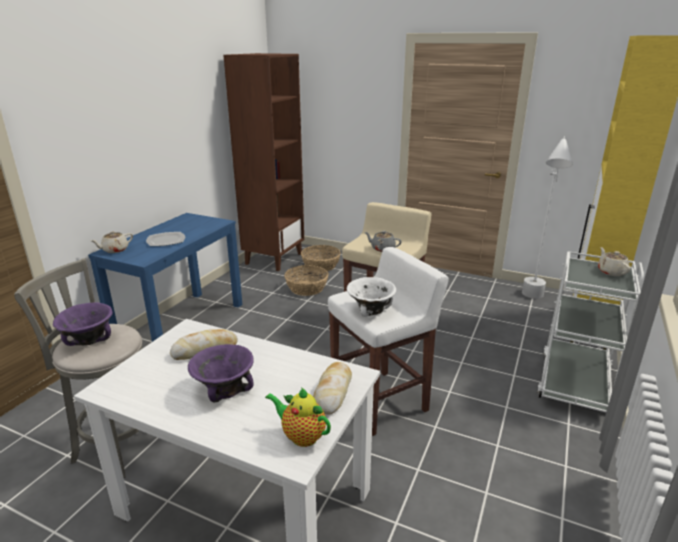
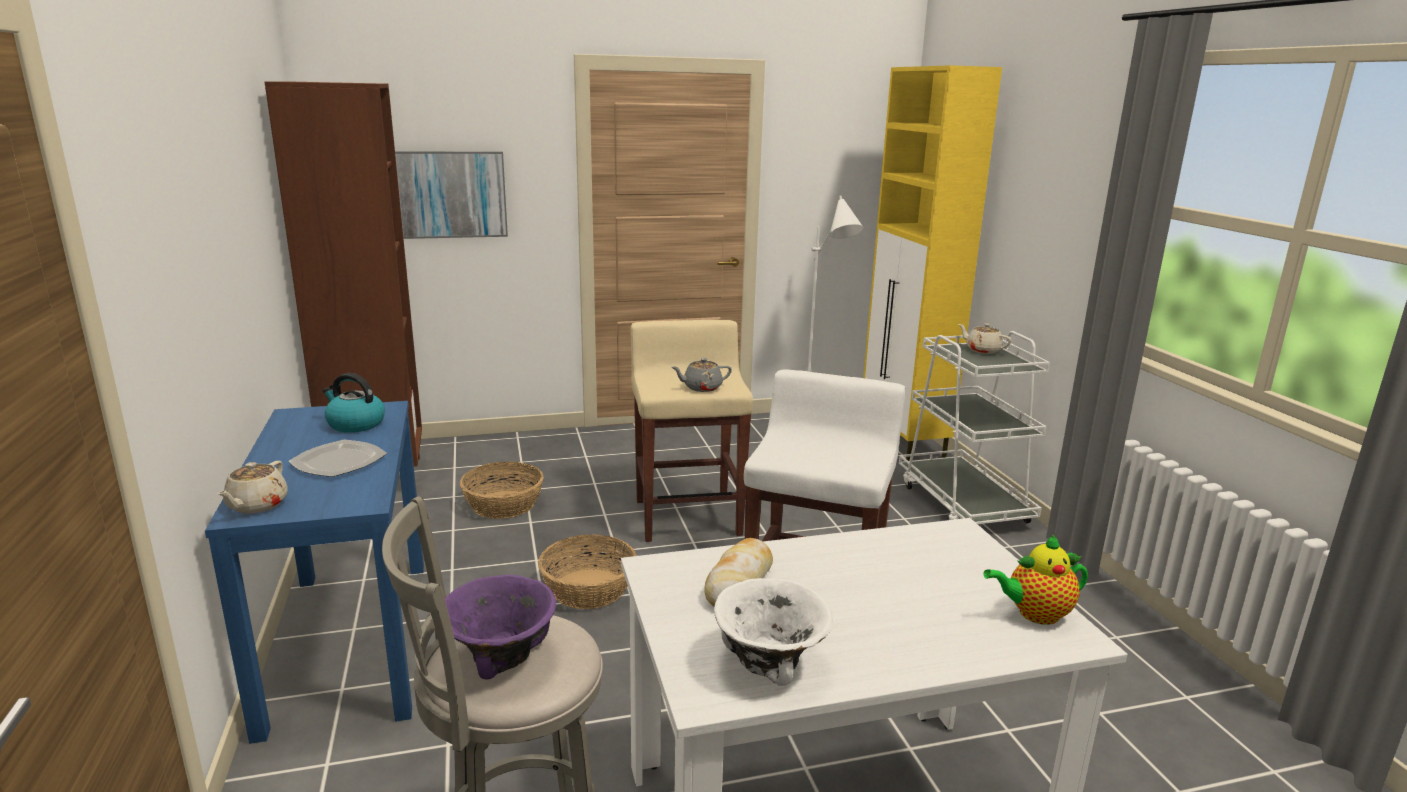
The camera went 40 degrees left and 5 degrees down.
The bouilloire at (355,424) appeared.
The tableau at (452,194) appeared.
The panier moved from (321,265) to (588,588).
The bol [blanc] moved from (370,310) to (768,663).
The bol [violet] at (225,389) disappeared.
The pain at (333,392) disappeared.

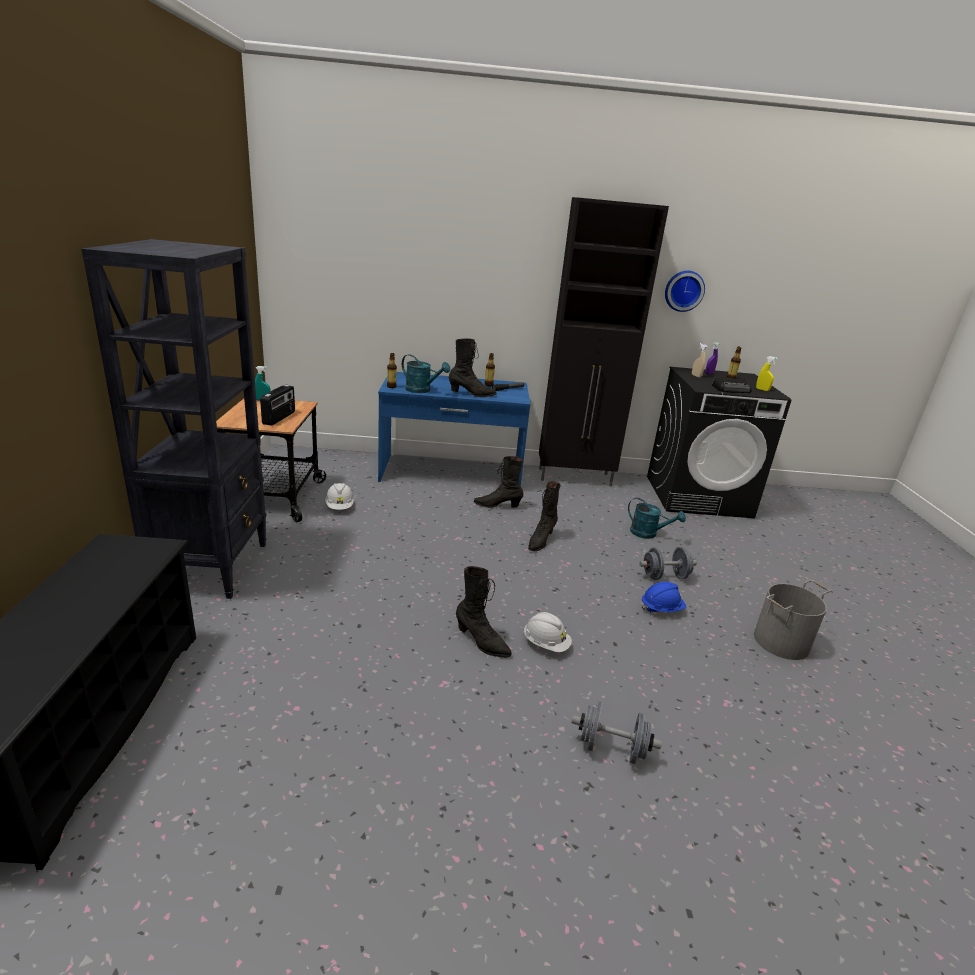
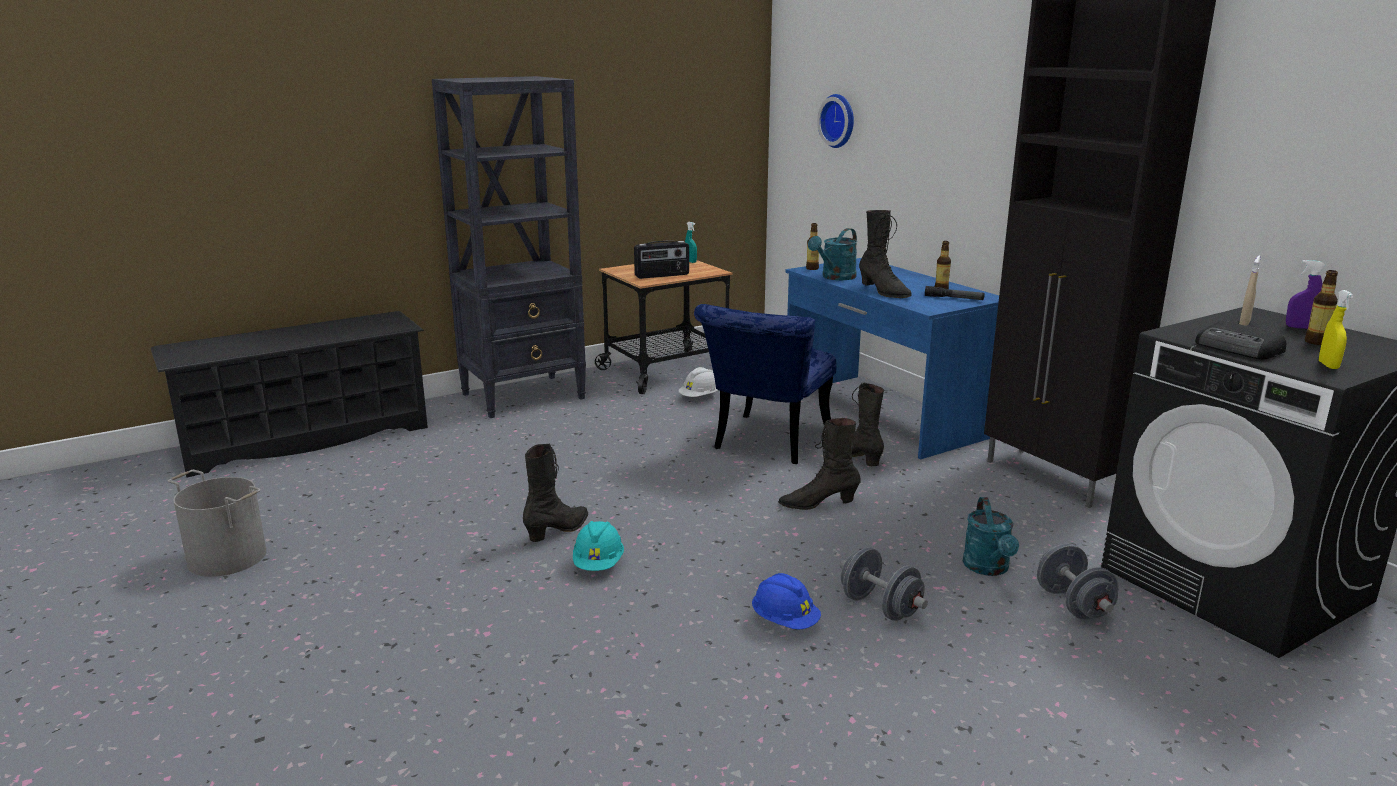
The camera went 60 degrees right and 5 degrees down.
The seau [gris] moved from (782,642) to (226,558).
The botte [noir] at (481,642) turned 150 degrees counterclockwise.
The casque de chantier [blanc] at (546,644) became the casque de chantier [turquoise] at (598,564).
The chaise [bleu] at (766,444) appeared.
The arrosoir [turquoise] at (422,390) turned 45 degrees clockwise.
The horloge murale moved from (683,290) to (839,120).
The haltère [gris] moved from (611,749) to (1073,604).

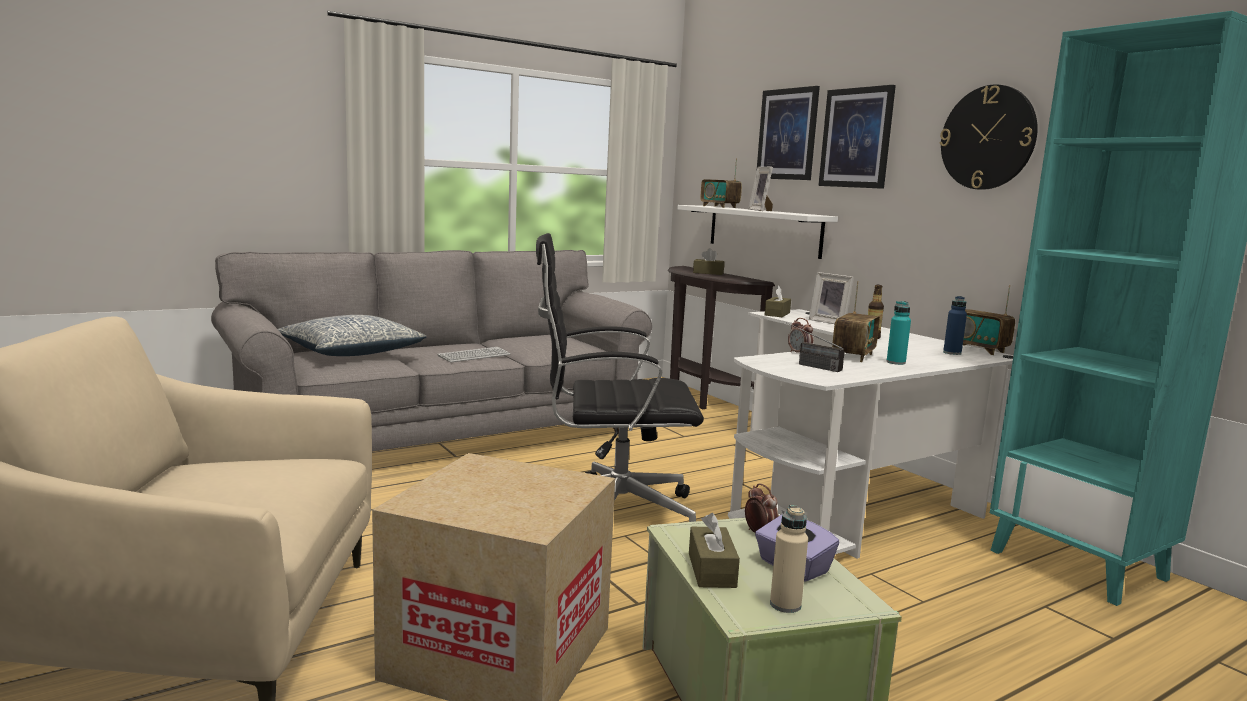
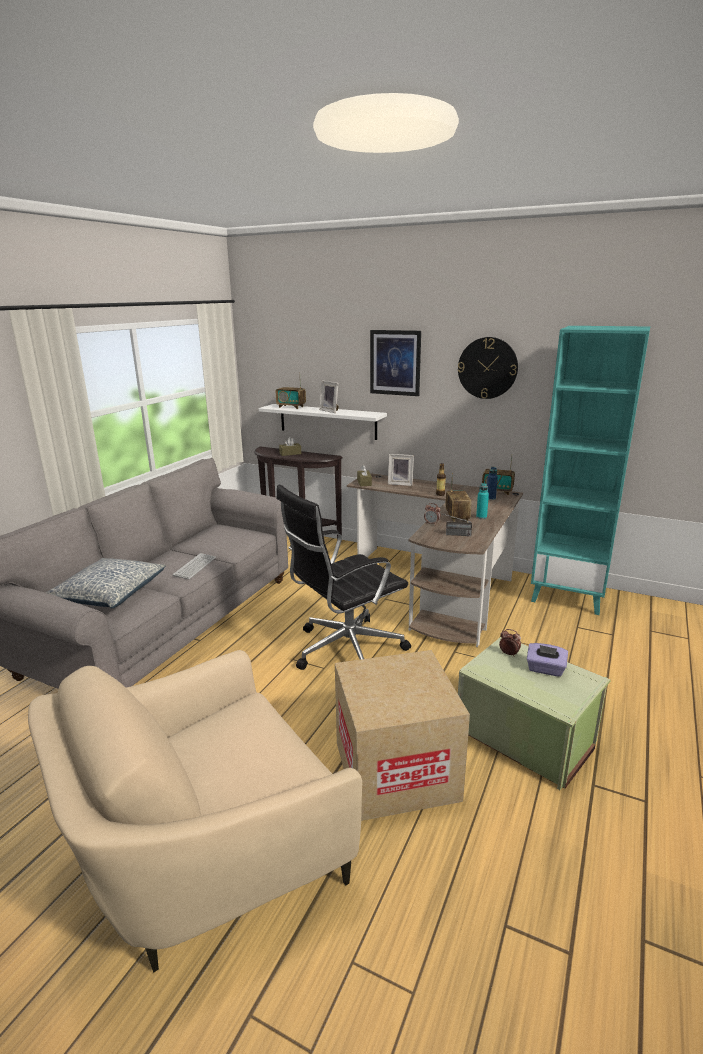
The camera went 30 degrees left and 10 degrees up.
The bureau [blanc] at (847,494) became the bureau [marron] at (441,587).
The boîte à mouchoirs [marron] at (711,570) disappeared.
The tableau at (787,134) disappeared.
The bouteille [beige] at (785,605) disappeared.

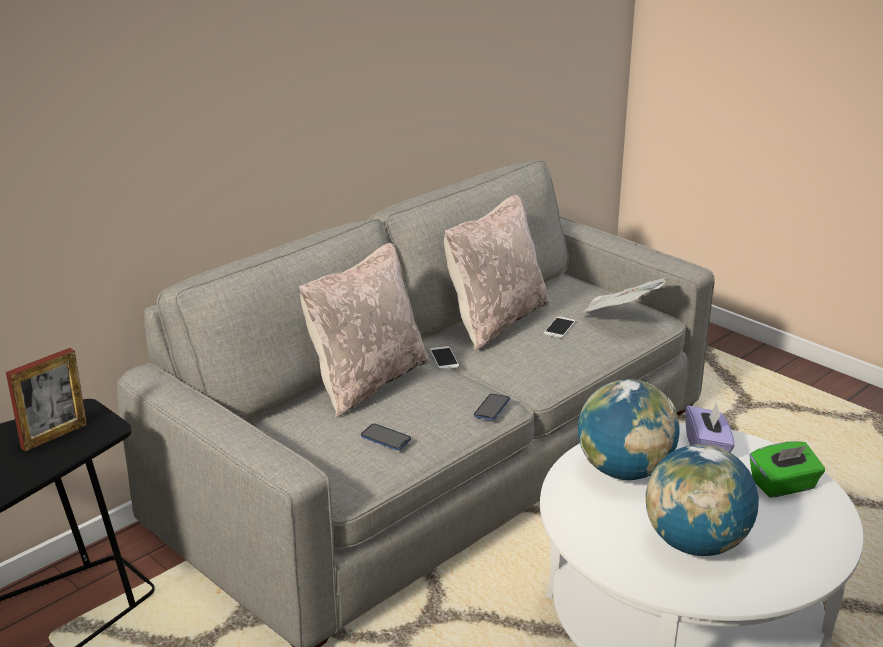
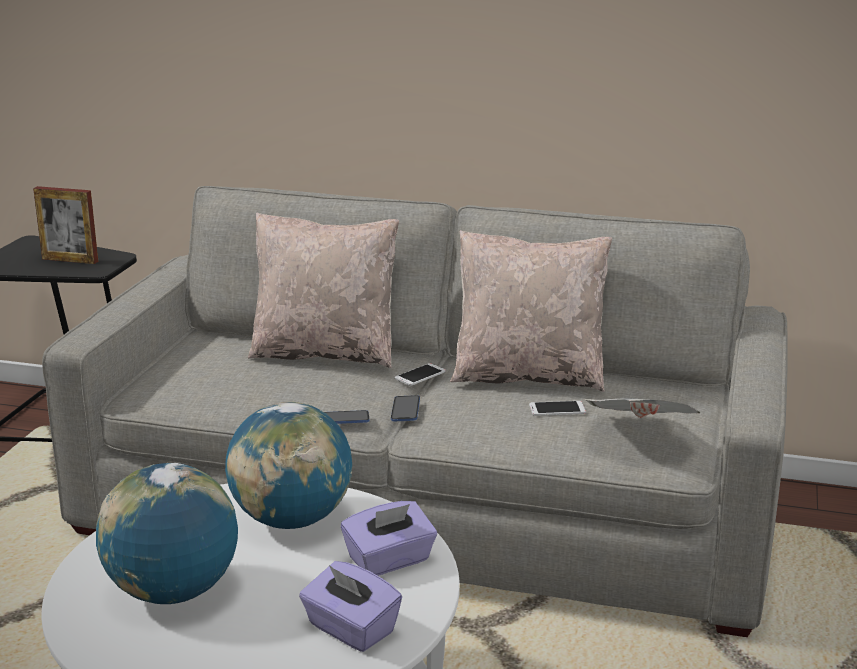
The camera went 60 degrees right and 5 degrees down.
The boîte à mouchoirs [vert] at (783,486) became the boîte à mouchoirs [violet] at (350,629).
The téléphone moved from (385,438) to (405,410).

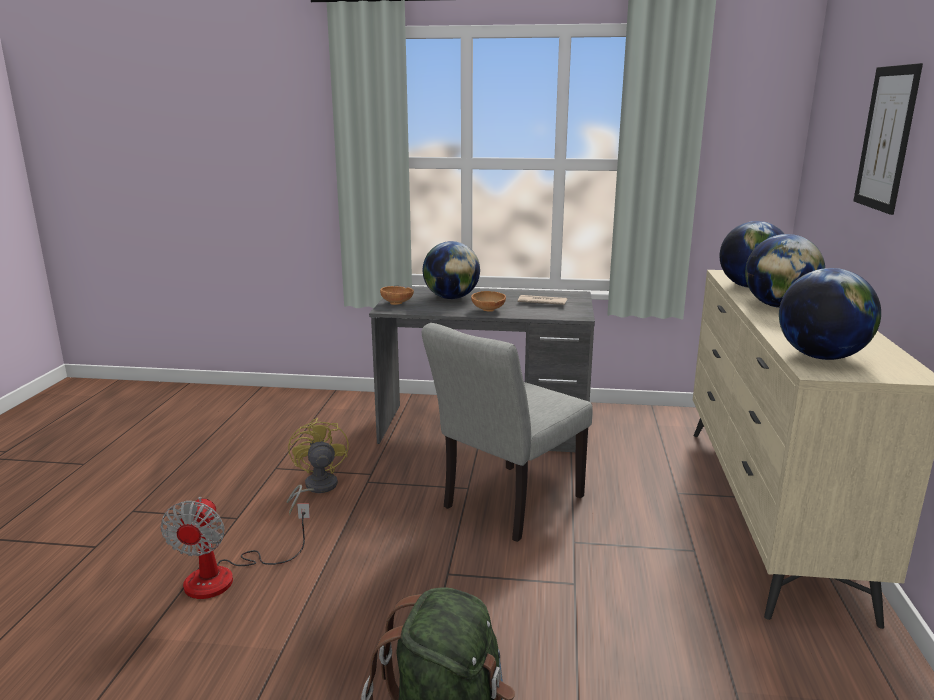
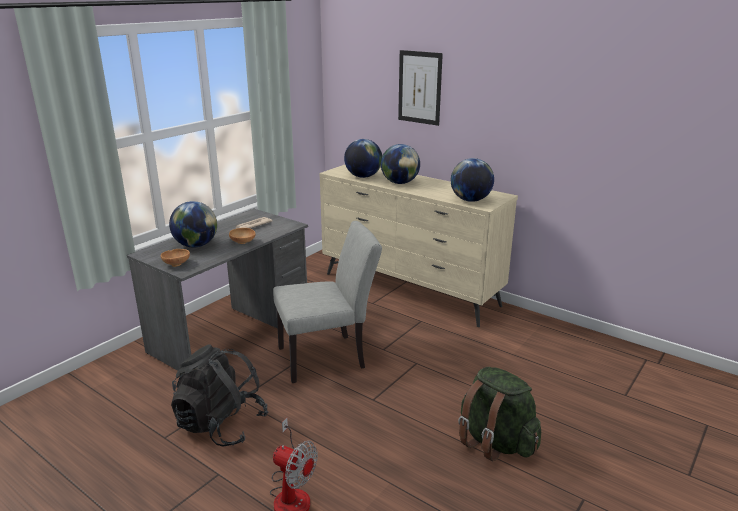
The camera went 60 degrees left and 5 degrees up.
The ventilateur [jaune] at (315,489) was replaced by the sac à dos [noir] at (221,425).
The chaise [gris] at (506,506) turned 90 degrees counterclockwise.

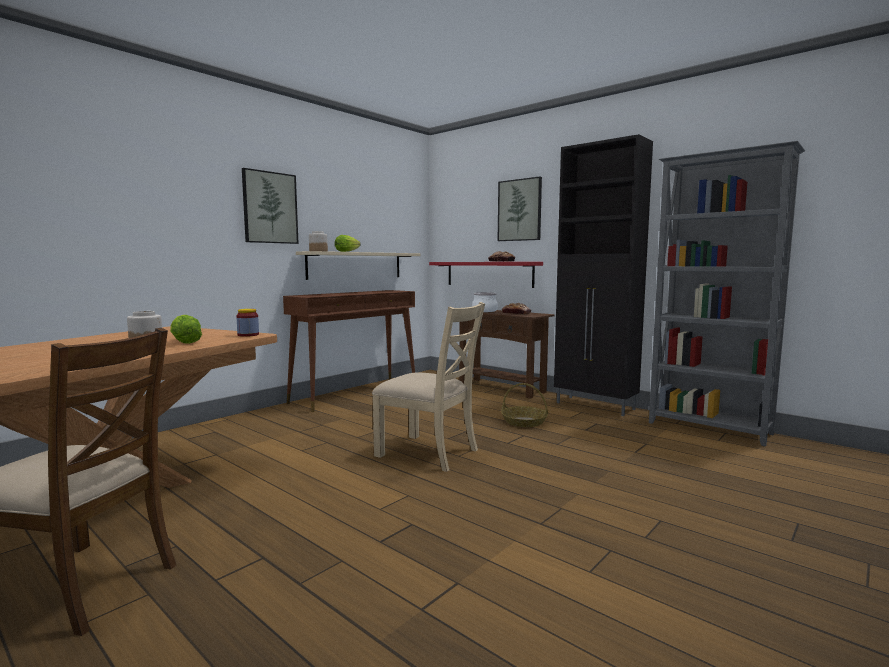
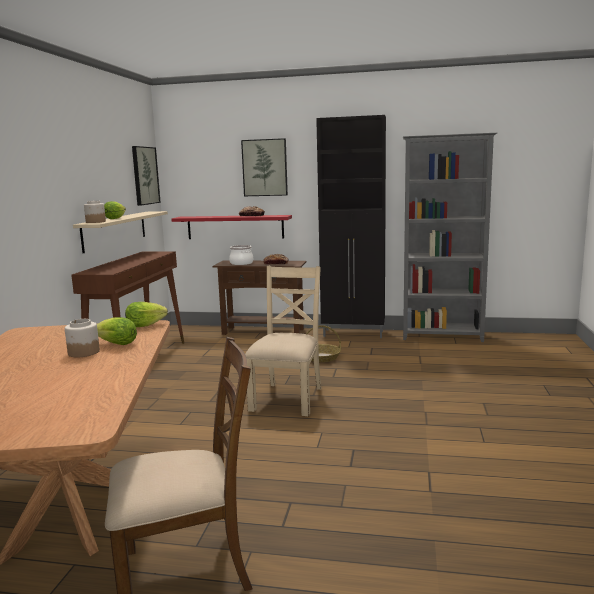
The camera went 30 degrees left and 5 degrees up.
The bocal at (248,335) was replaced by the laitue at (145,325).
The tableau moved from (270,207) to (145,175).
The chaise [beige] at (428,452) turned 75 degrees counterclockwise.

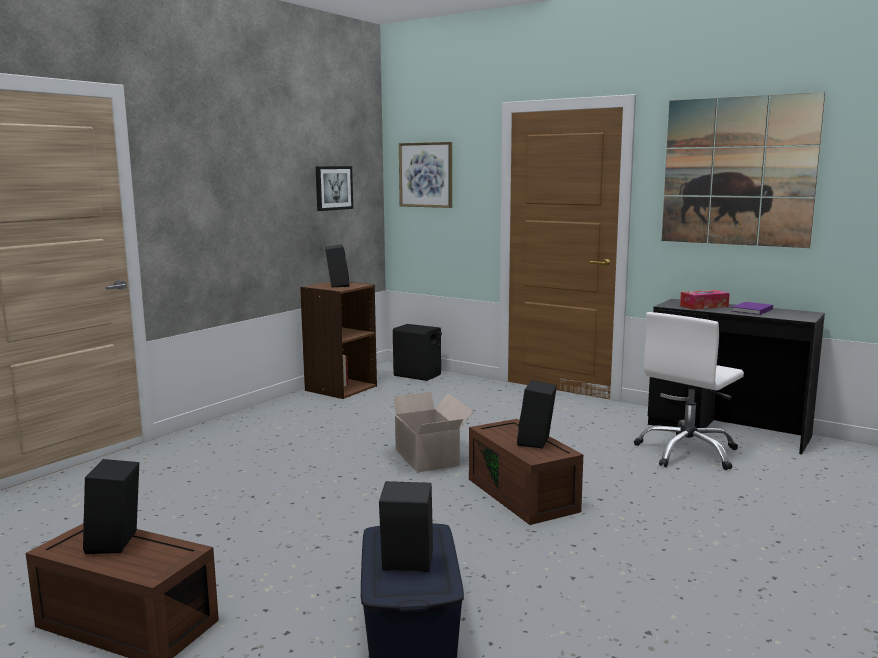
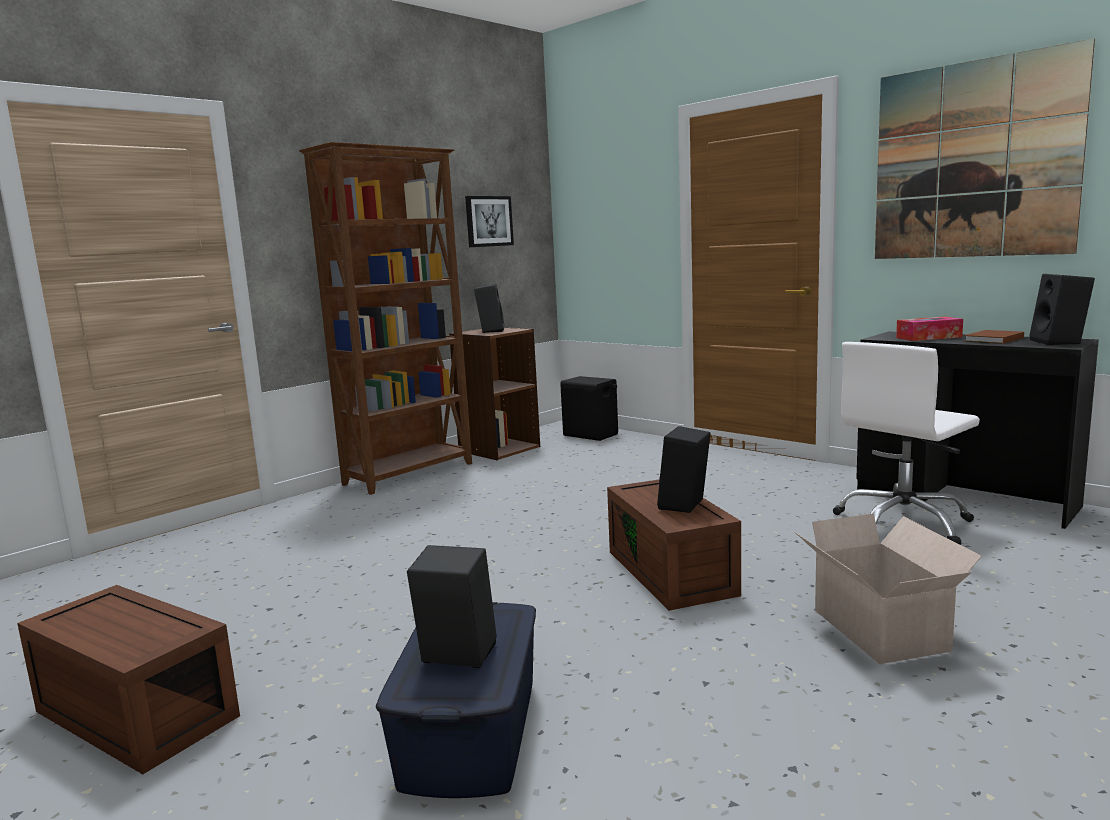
The camera went 10 degrees right and 0 degrees up.
The bibliothèque [marron] at (411,474) appeared.
The carton moved from (426,458) to (881,632).
The livre [violet] at (751,310) became the livre [marron] at (992,339).
The enceinte [noir] moved from (116,543) to (1060,342).
The tableau at (426,175) disappeared.

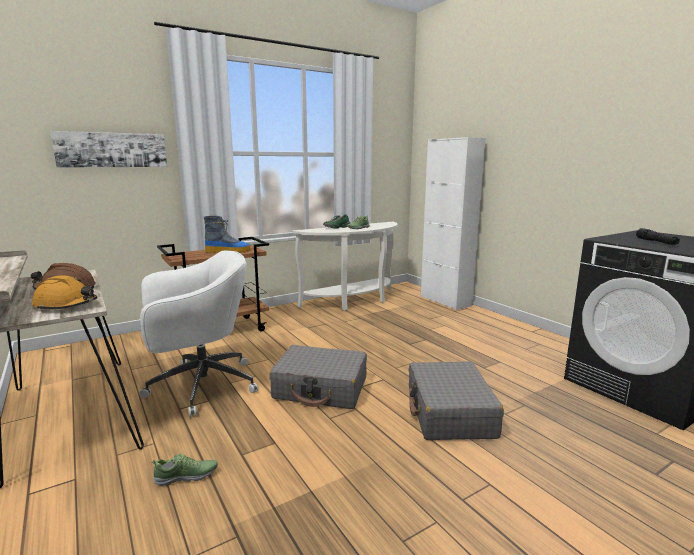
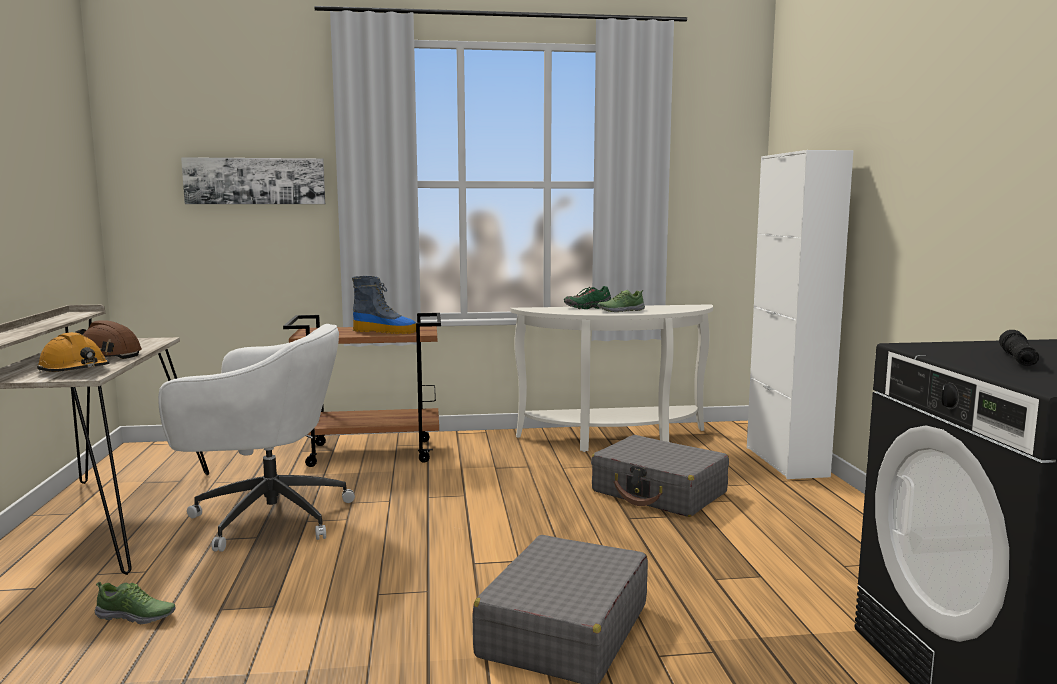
The camera went 25 degrees right and 5 degrees down.
The valise [gris] moved from (321,388) to (659,492).

